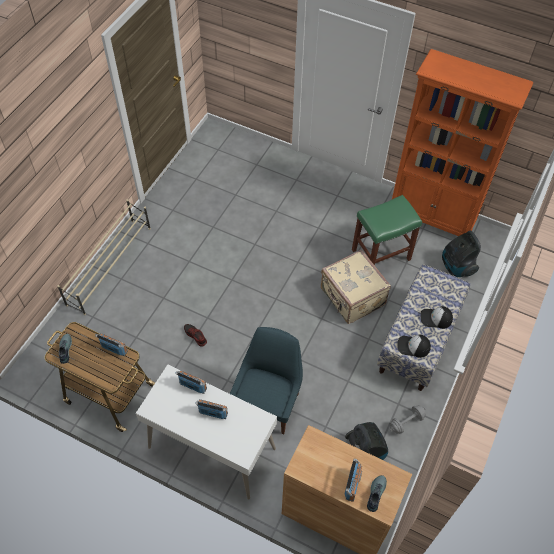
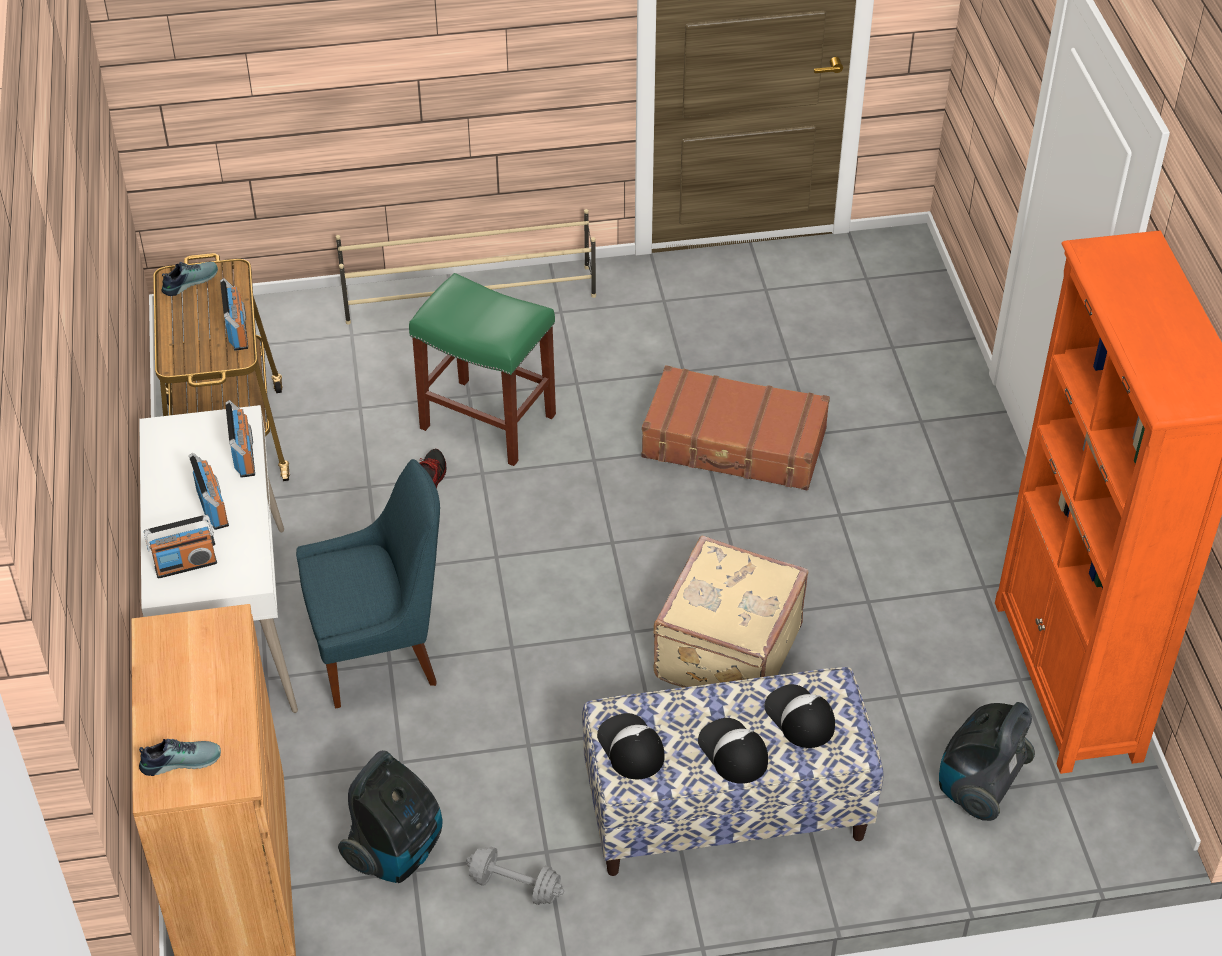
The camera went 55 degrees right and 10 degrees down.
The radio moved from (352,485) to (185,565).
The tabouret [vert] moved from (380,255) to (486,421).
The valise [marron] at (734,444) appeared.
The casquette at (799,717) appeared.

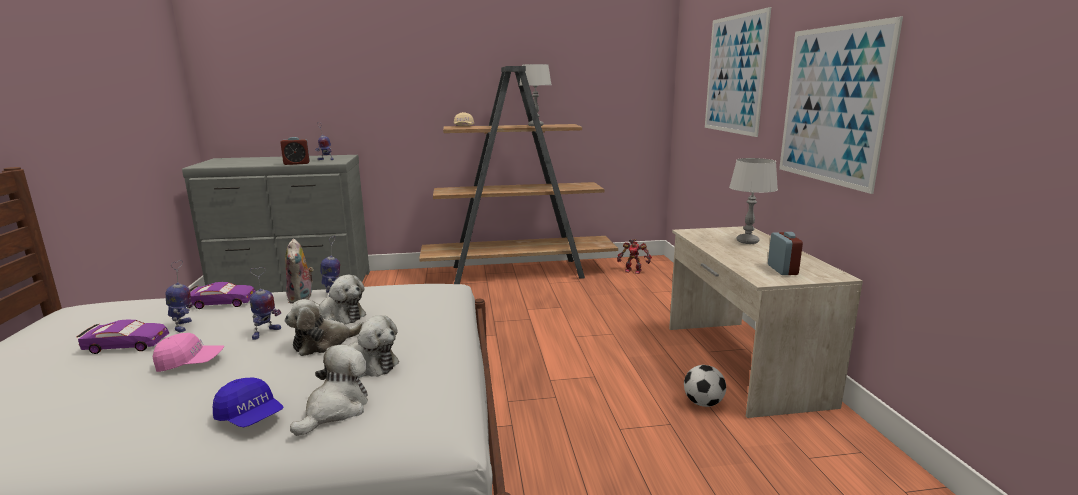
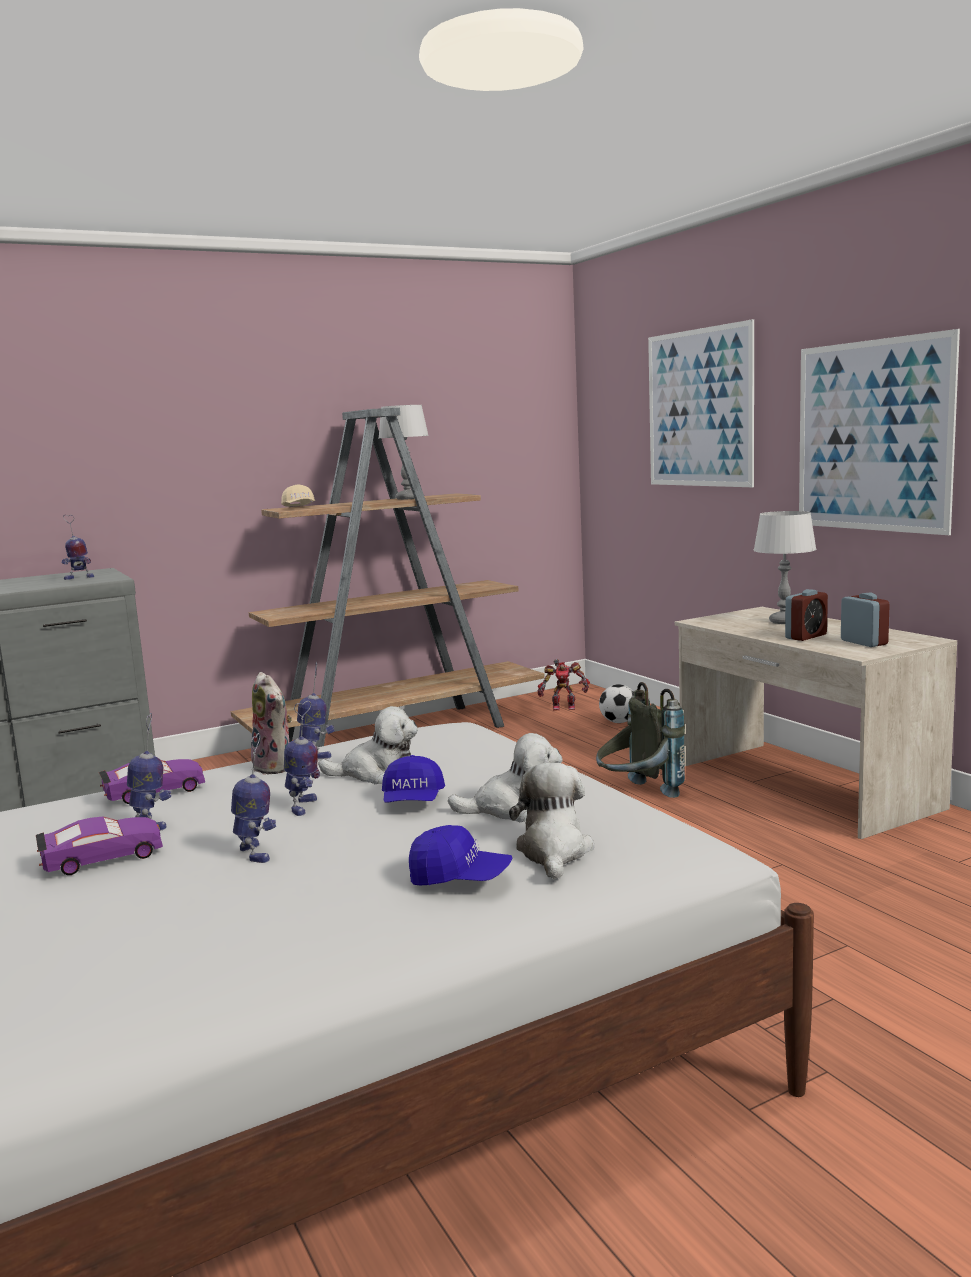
The camera went 20 degrees left and 5 degrees down.
The casquette [rose] at (190,363) was replaced by the robot jouet at (256,854).
The peluche at (324,343) was replaced by the casquette [bleu] at (413,801).
The sac à dos [gris] at (637,795) appeared.
The ballon de foot moved from (703,403) to (619,722).
The réveil moved from (296,163) to (806,636).

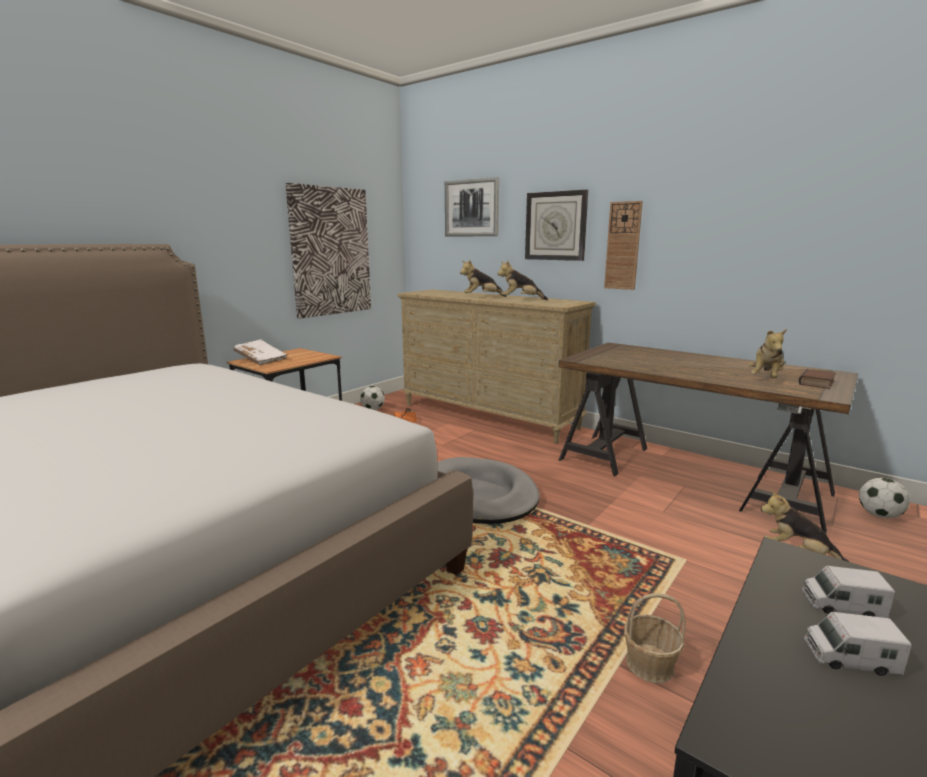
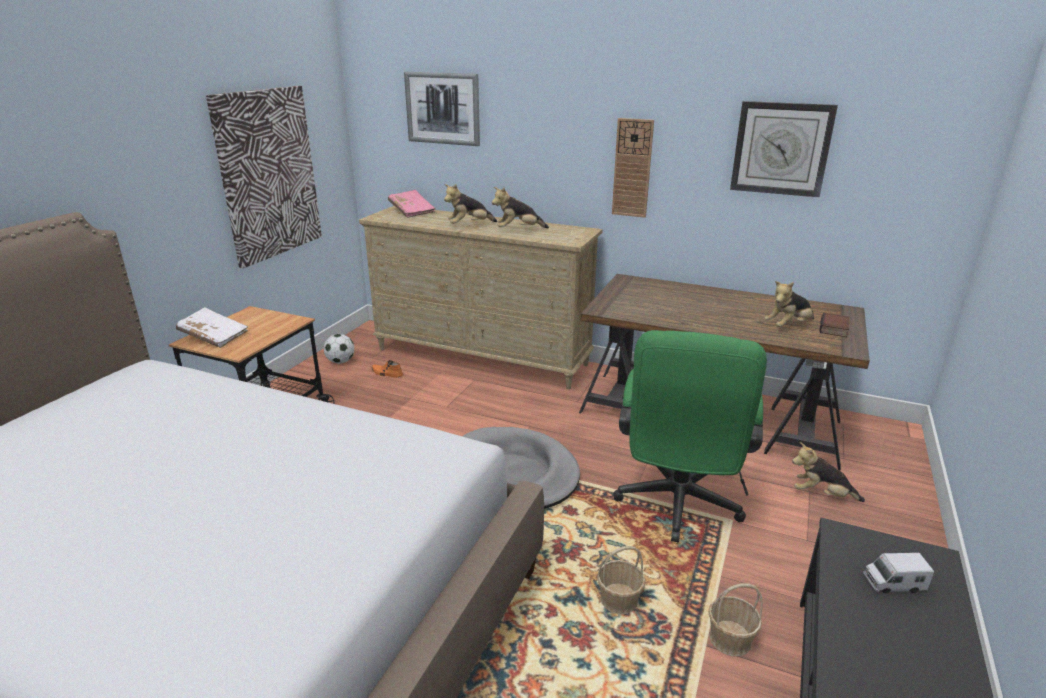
The camera went 15 degrees left and 10 degrees up.
The livre [rose] at (412,211) appeared.
The panier at (619,600) appeared.
The chaise de bureau [vert] at (677,506) appeared.
The horloge murale moved from (556,226) to (781,149).
The peluche at (765,378) turned 45 degrees clockwise.
The camion jouet at (850,658) disappeared.
The ballon de foot at (879,515) disappeared.

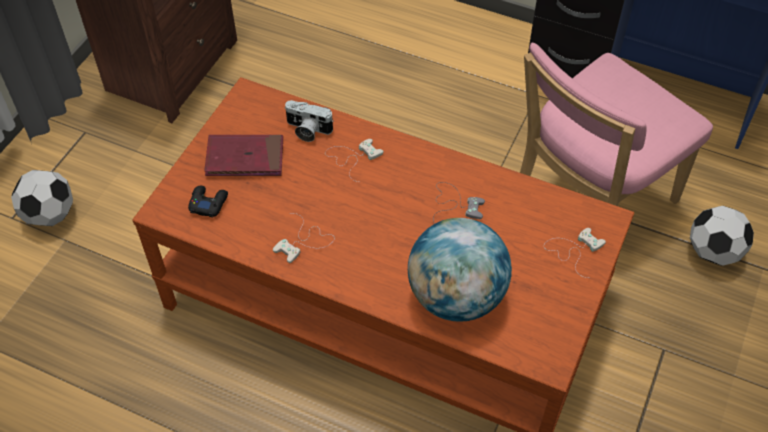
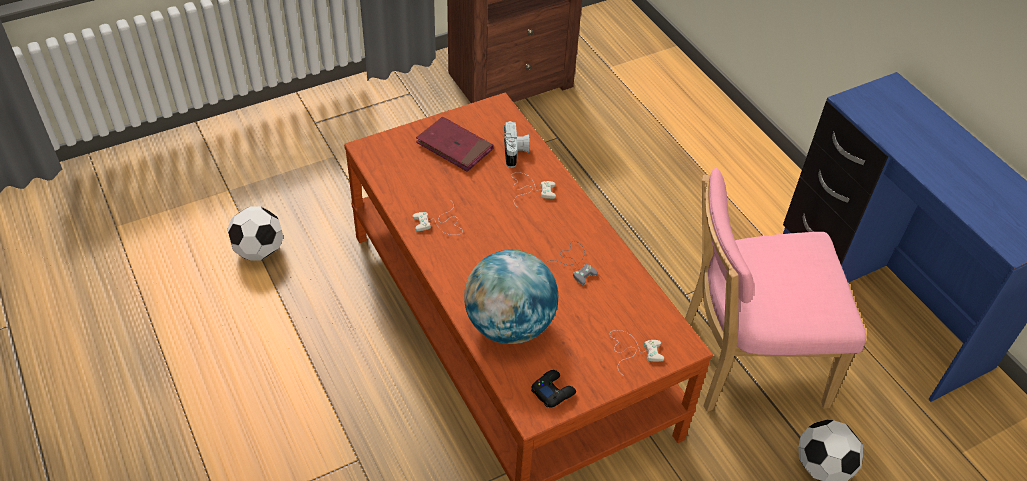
The camera went 35 degrees right and 5 degrees down.
The ballon de foot moved from (50,215) to (259,251).
The appareil photo at (307,130) turned 150 degrees counterclockwise.
The manette [noir] moved from (208,203) to (553,391).

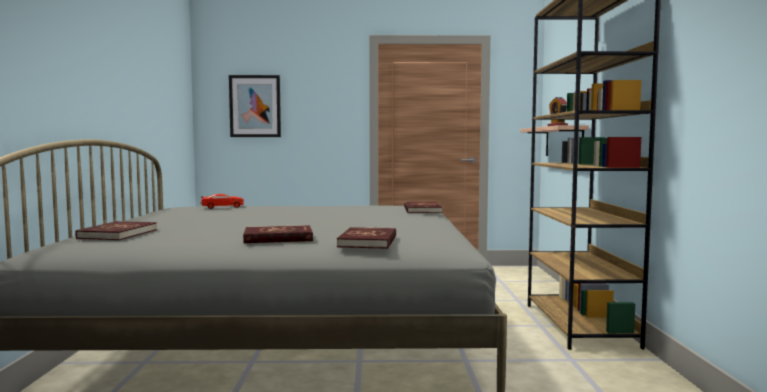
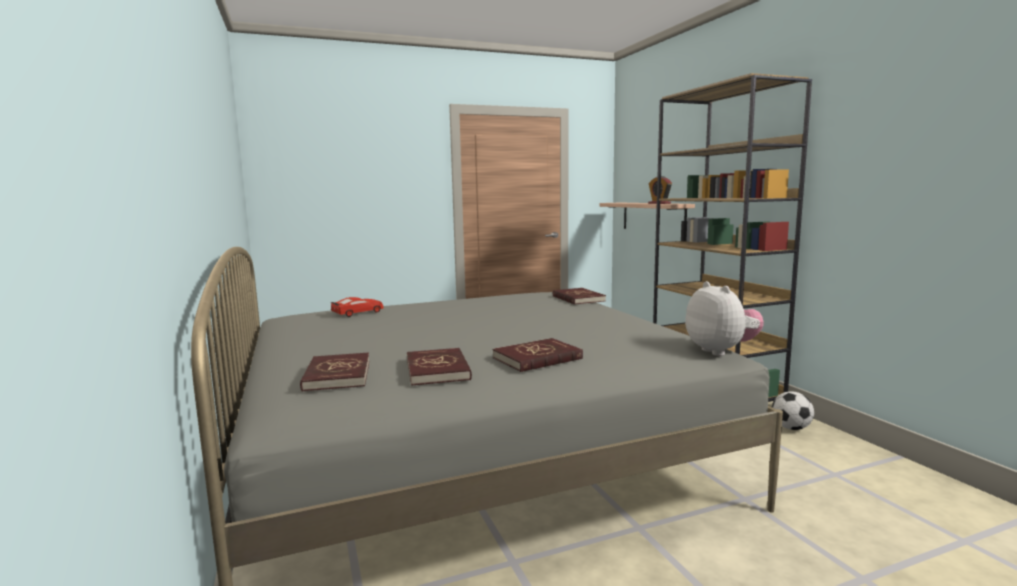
The camera went 20 degrees left and 5 degrees up.
The livre [rouge] moved from (368,241) to (438,370).
The peluche at (721,351) appeared.
The ballon de foot at (791,428) appeared.
The tableau at (255,106) disappeared.

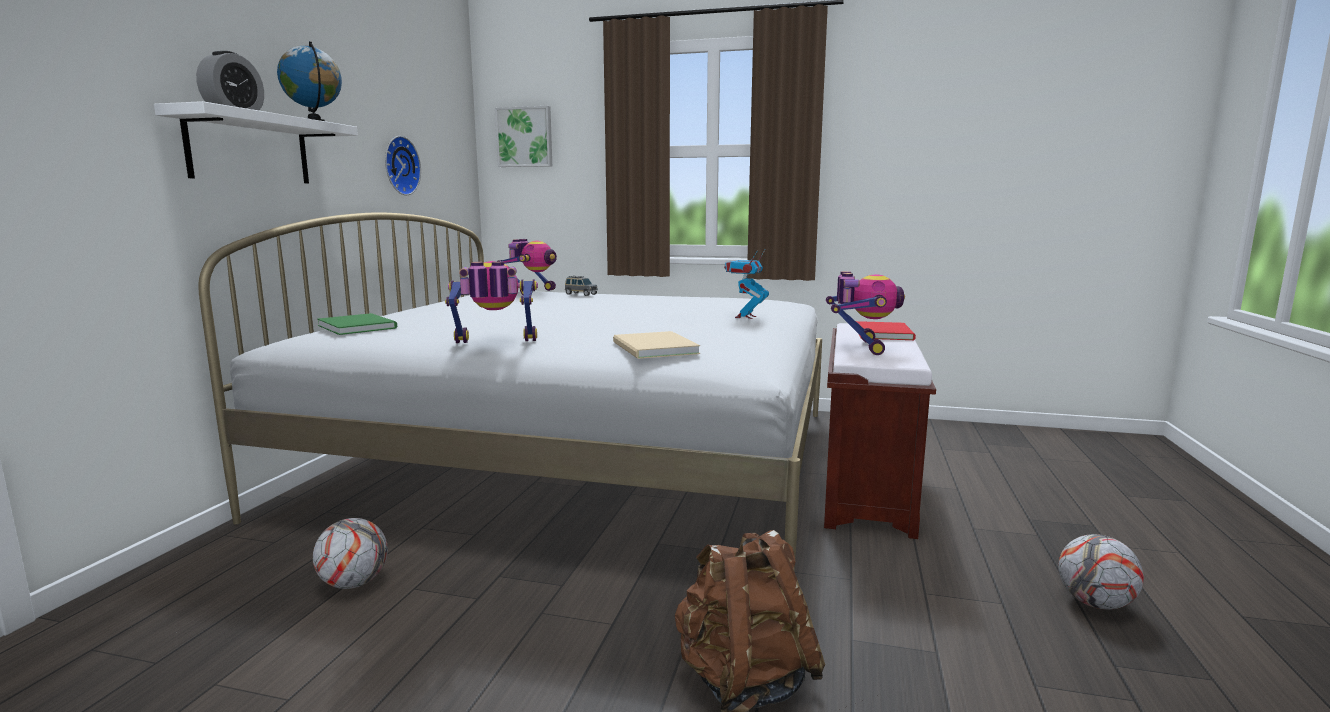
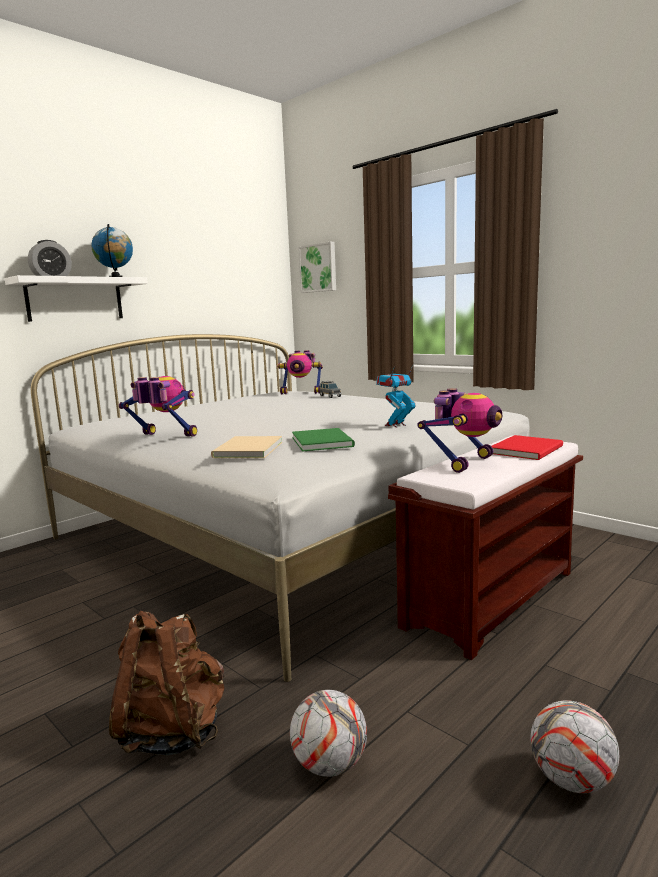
The camera went 30 degrees right and 0 degrees up.
The robot jouet at (532,292) turned 45 degrees clockwise.
The ballon de foot moved from (354,584) to (329,765).
The livre [vert] moved from (358,326) to (323,441).
The horloge murale at (399,165) disappeared.

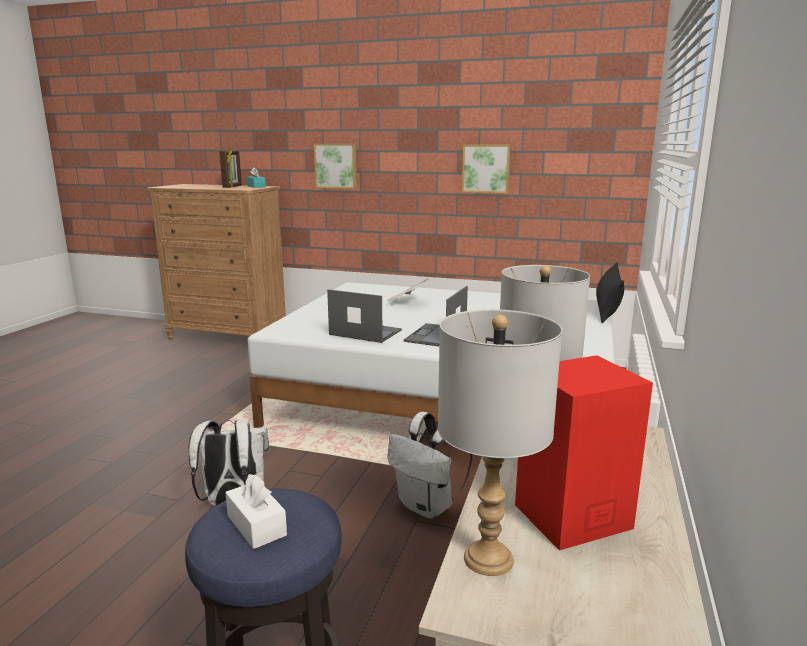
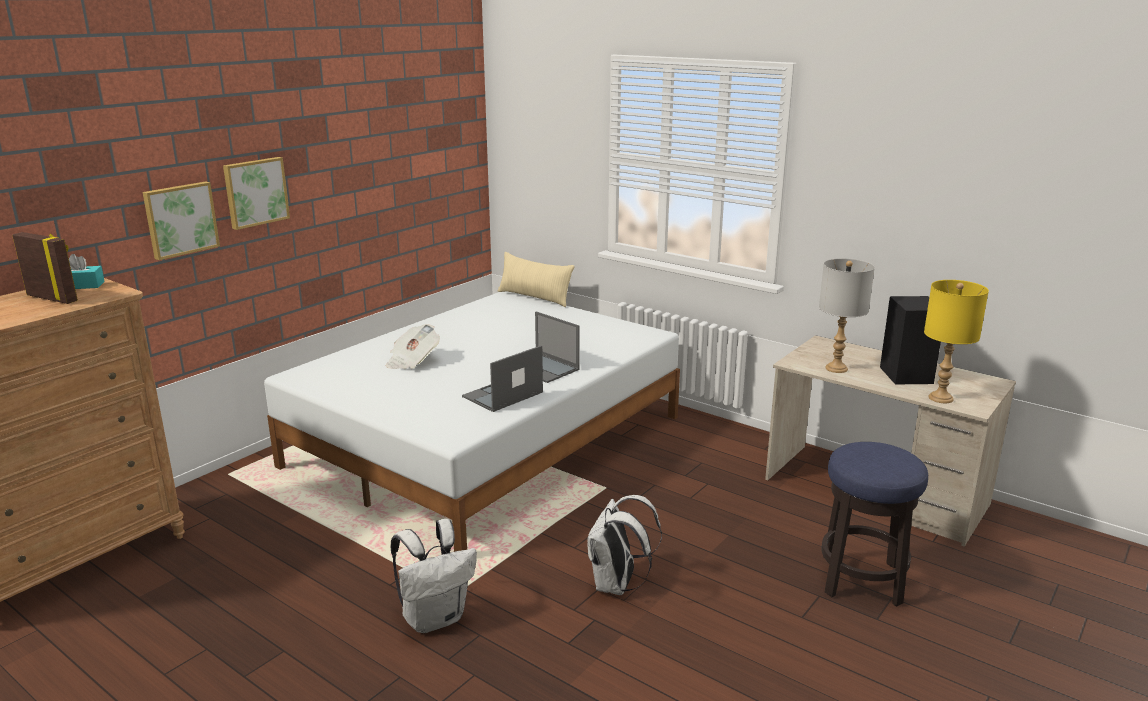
The camera went 70 degrees left and 5 degrees up.
The tableau moved from (486,168) to (255,192).
The sac à dos [blanc] moved from (428,506) to (435,618).
The coussin [noir] at (607,311) became the coussin [beige] at (534,297).
The enceinte [rouge] at (570,517) became the enceinte [noir] at (906,376).
The lampe de table [gris] at (488,559) became the lampe de table [jaune] at (941,398).
The boîte à mouchoirs [blanc] at (256,525) disappeared.

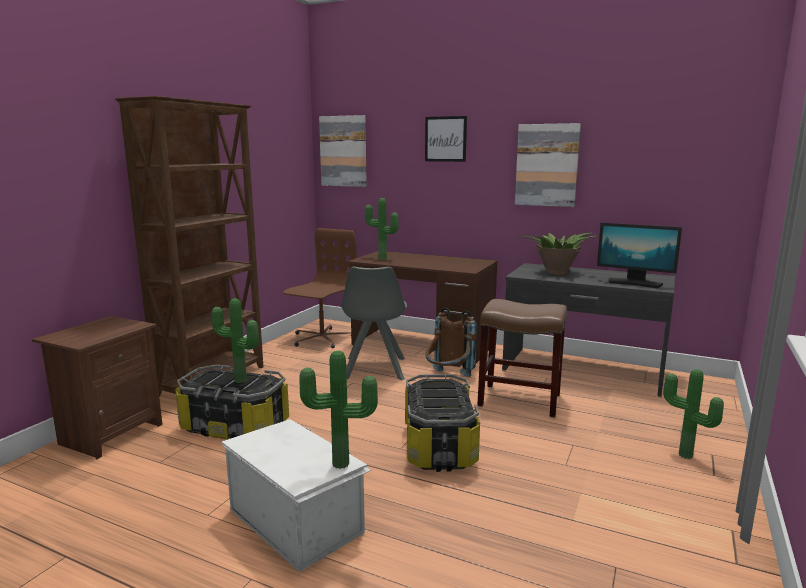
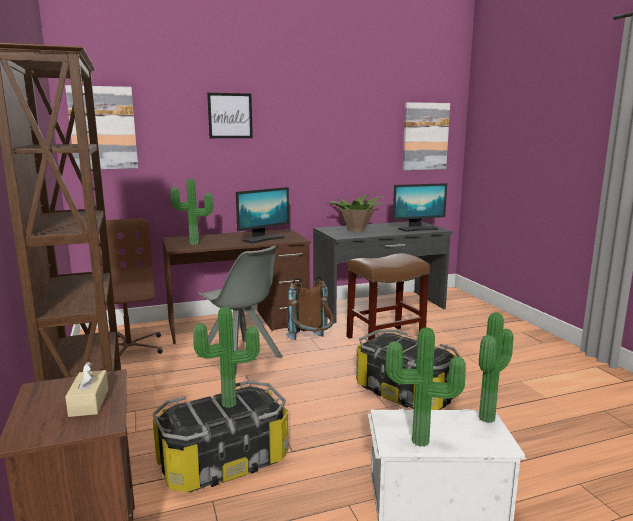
The camera went 45 degrees left and 0 degrees up.
The boîte à mouchoirs [beige] at (89,402) appeared.
The écran d'ordinateur at (263,239) appeared.
The plante en pot moved from (684,456) to (421,443).
The tableau moved from (547,165) to (425,136).

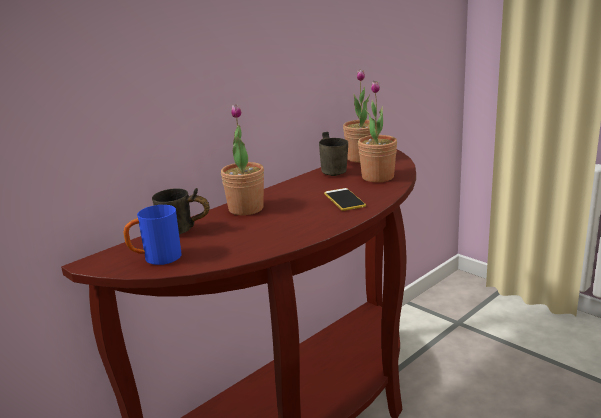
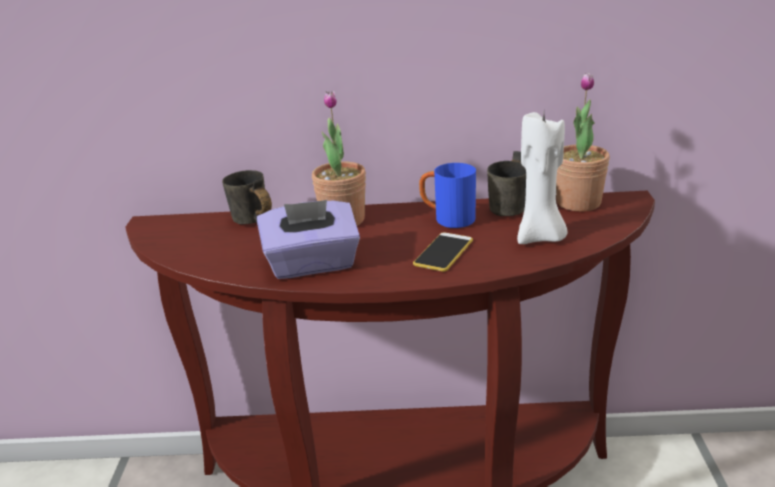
The camera went 45 degrees right and 5 degrees up.
The boîte à mouchoirs [violet] at (312,265) appeared.
The mug [bleu] moved from (156,259) to (447,219).
The plante en pot at (377,177) was replaced by the bougie [blanc] at (540,238).

